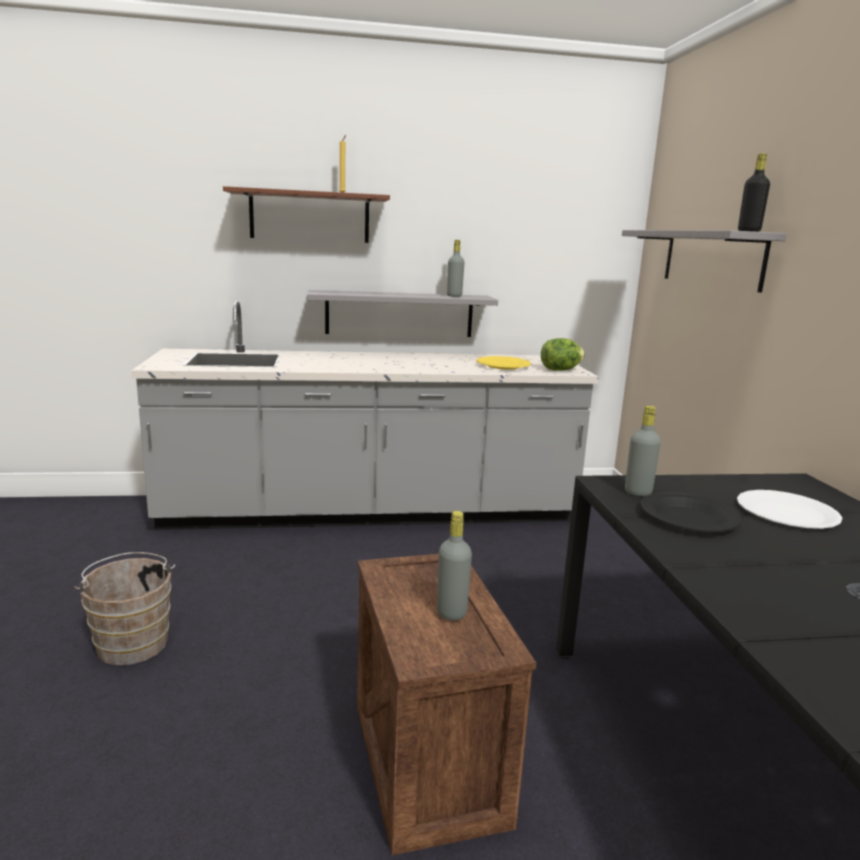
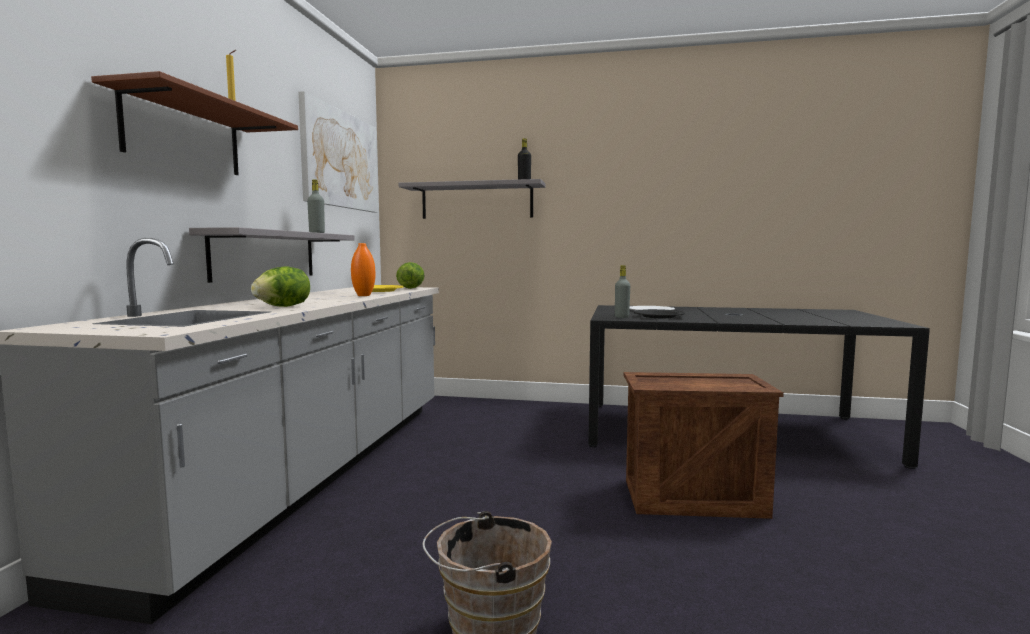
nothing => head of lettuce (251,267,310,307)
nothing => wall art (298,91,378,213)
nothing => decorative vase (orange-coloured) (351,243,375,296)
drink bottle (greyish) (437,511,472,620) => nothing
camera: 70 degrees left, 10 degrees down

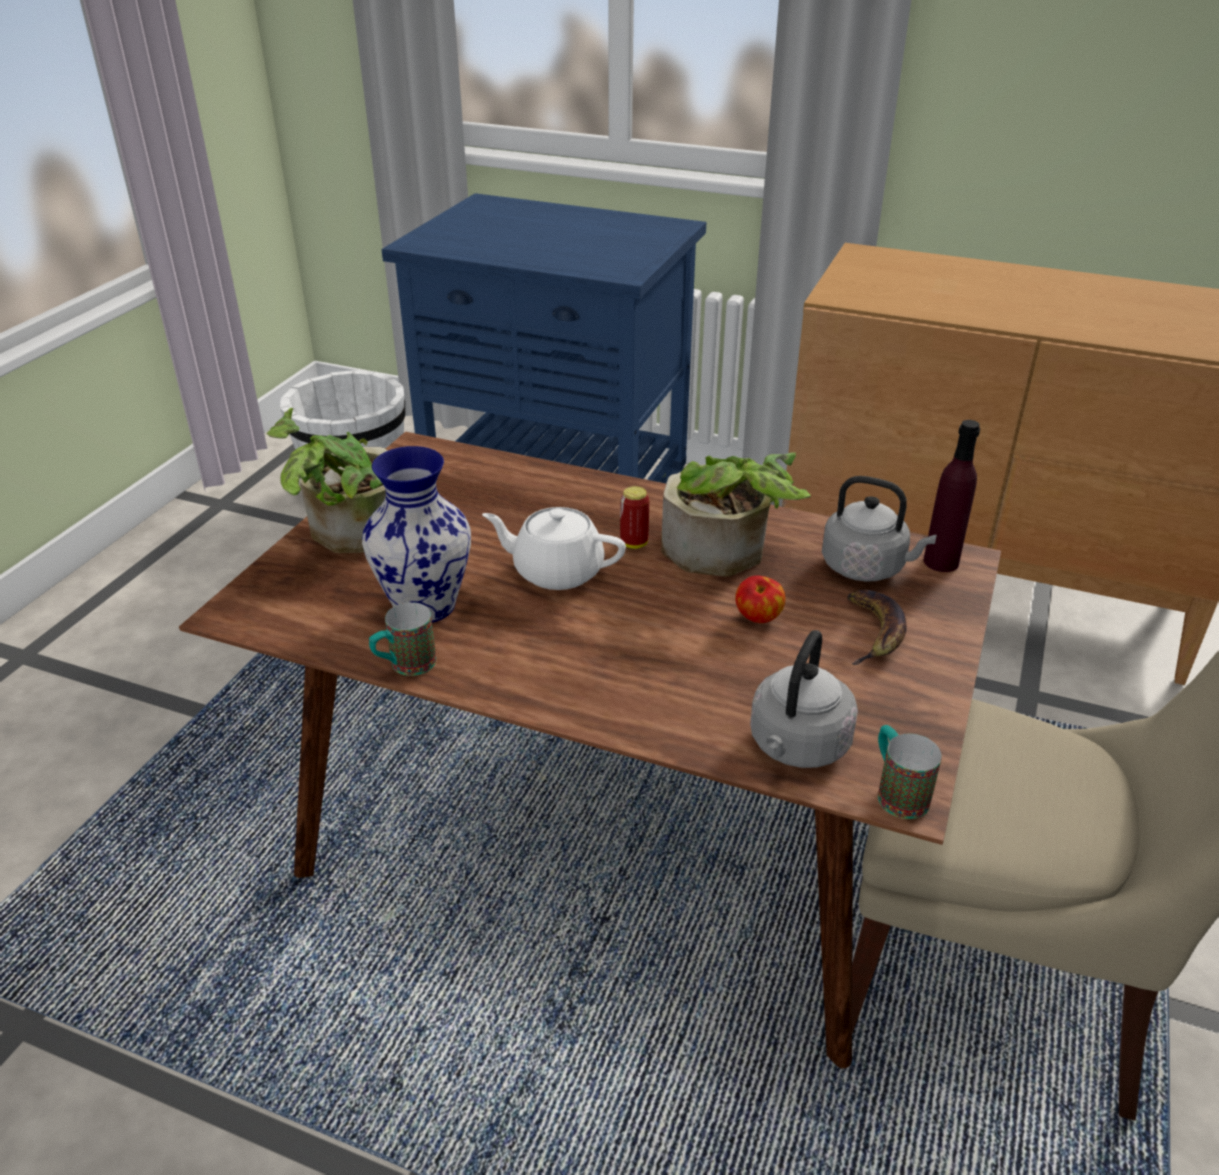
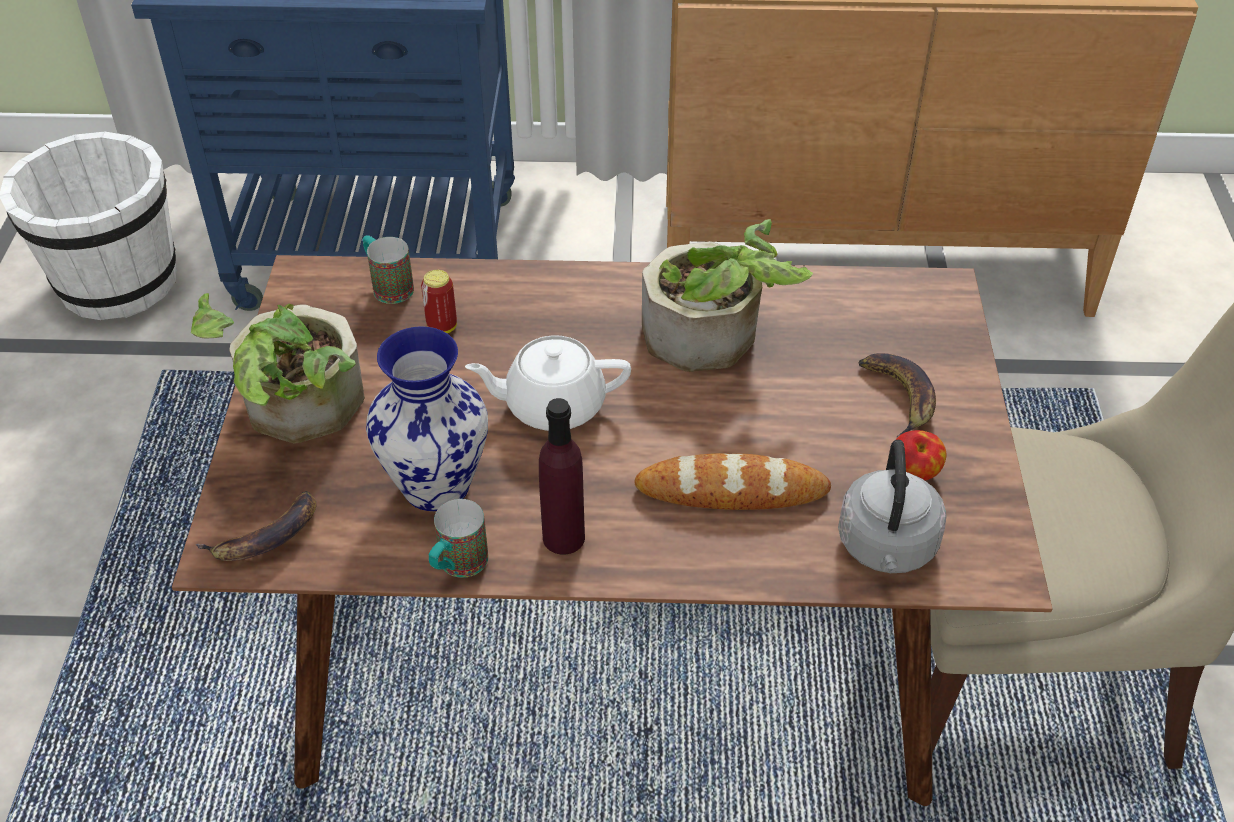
nothing => banana fruit (196,491,316,561)
mug (878,725,942,819) => mug (363,235,414,304), move
sealed can (620,486,649,549) => sealed can (421,270,457,333), move
drink bottle (purplish) (924,420,980,572) => drink bottle (purplish) (539,398,585,555), move
nothing => bakery bread (634,453,831,510)
apple (735,575,785,623) => apple (896,430,947,480), move
kettle (greyish) (822,476,937,582) => nothing
camera: 20 degrees left, 10 degrees up

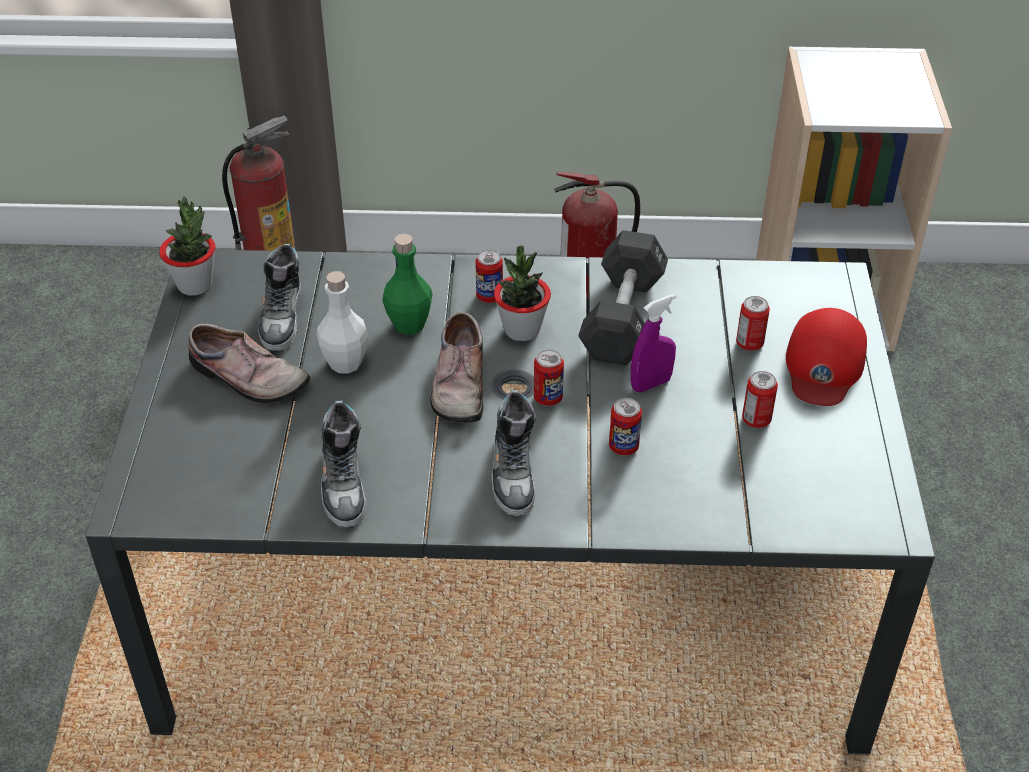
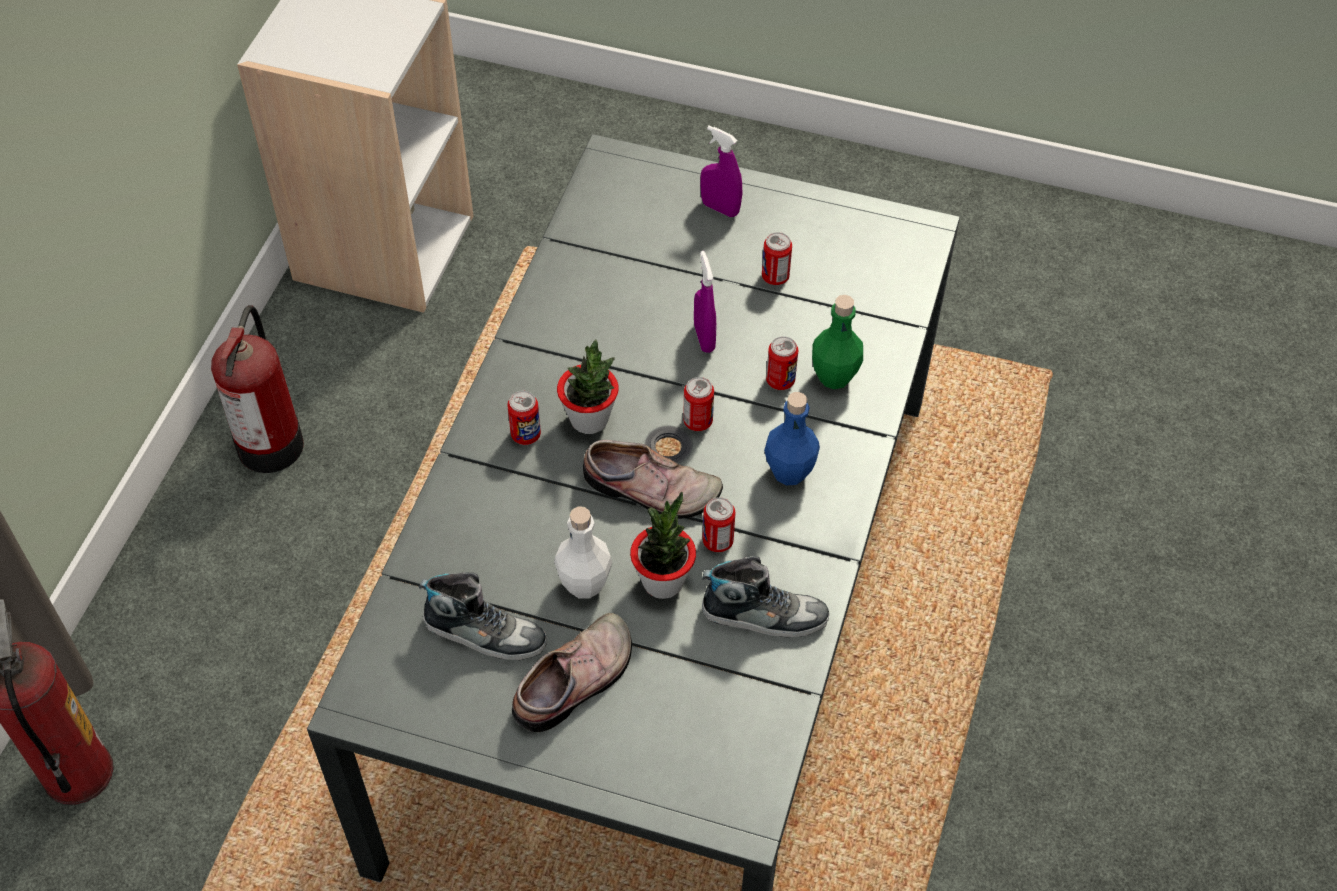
plant in a pot (159,196,215,296) => plant in a pot (630,492,696,599), move
peaked cap (red-coloured) (786,308,867,406) => spray bottle (purplish) (700,125,742,217)
sealed can (736,296,770,351) => sealed can (702,497,735,552), move
item of footwear (492,390,537,516) => drink bottle (blue) (764,392,820,485)
drink bottle (green) (382,234,432,335) => drink bottle (green) (812,295,863,389), move
hand weight (blackish) (578,230,668,366) => nothing
camera: 75 degrees left, 10 degrees up

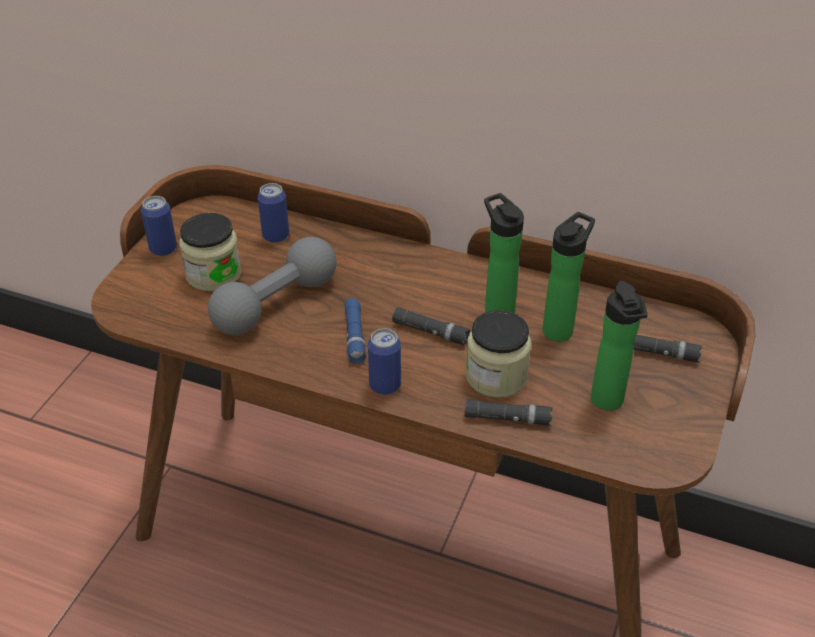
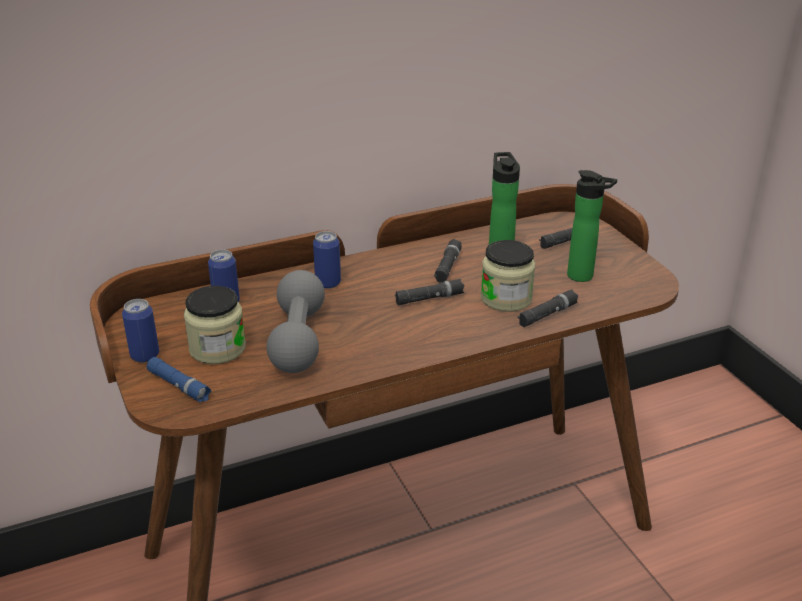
flashlight (blue) (345,298,366,364) => flashlight (blue) (147,357,211,403), move
sealed can (368,328,401,395) => sealed can (313,231,341,289), move
drink bottle (484,193,524,313) => flashlight (blackish) (434,239,462,283)
camera: 45 degrees left, 10 degrees down

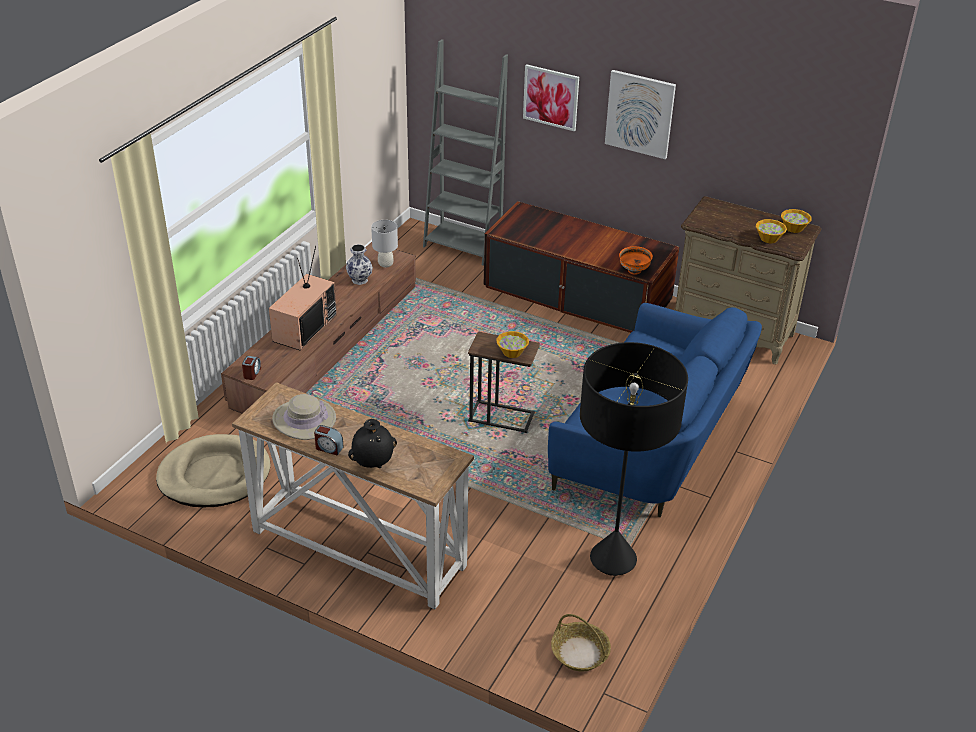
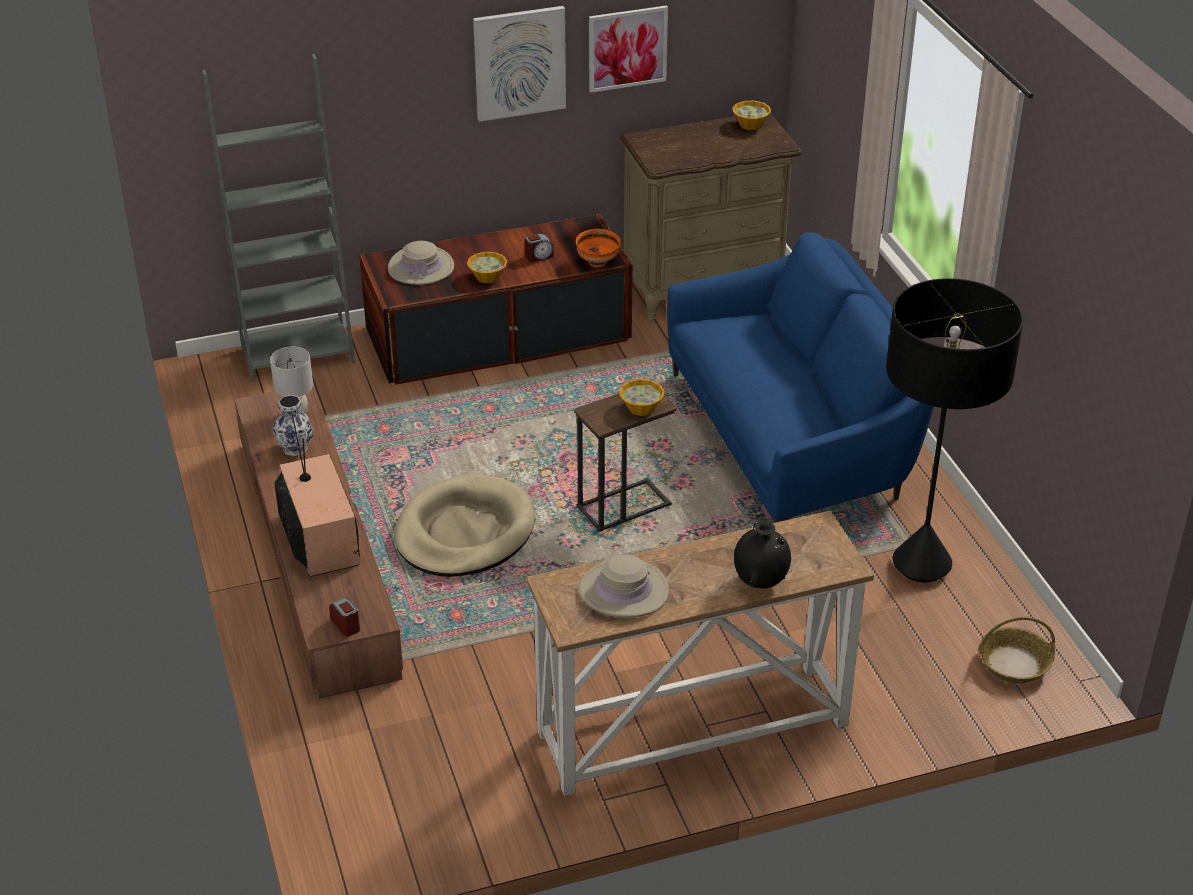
nothing => wearable hat (beige) (388,241,454,285)
pet bed (beige) (156,434,271,507) => pet bed (beige) (394,474,535,577), move
serving bowl (756,219,787,243) => serving bowl (467,252,507,283), move
table clock (314,425,344,456) => table clock (525,234,554,262), move
wall art (523,64,579,131) => wall art (589,5,668,93), move
camera: 45 degrees left, 0 degrees up

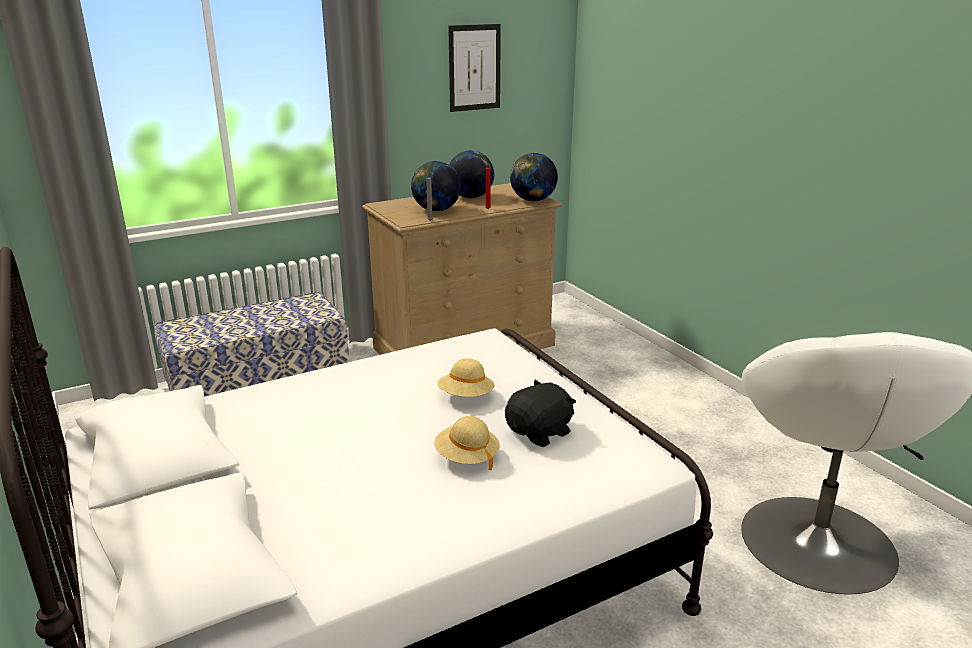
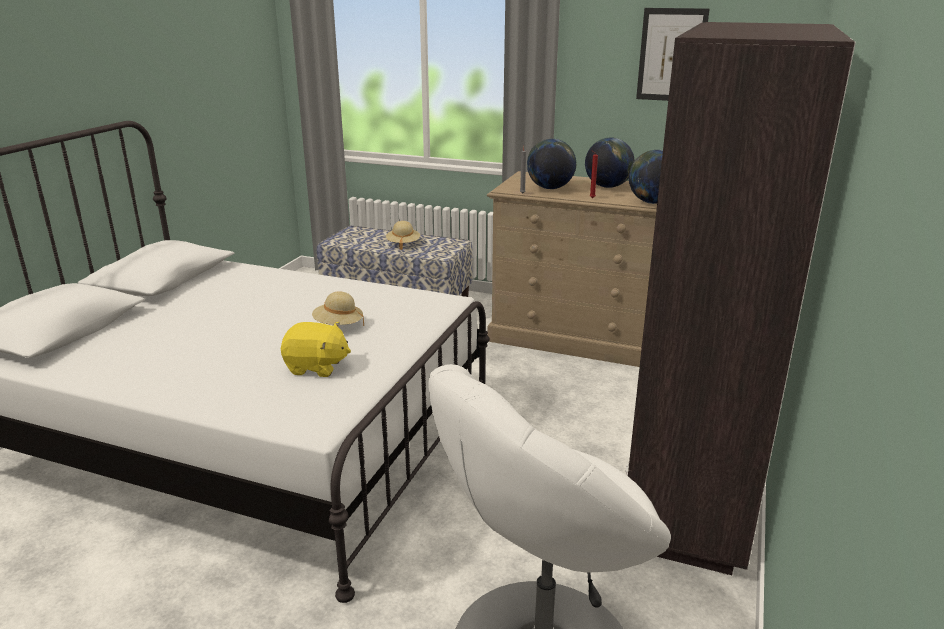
soft toy (blackish) (505,380,576,447) => soft toy (yellowish) (281,322,351,377)
wearable hat (beige) (434,416,500,470) => wearable hat (beige) (386,221,420,250), move
nothing => clothes cupboard (brownish) (626,22,856,575)
camera: 50 degrees right, 0 degrees up

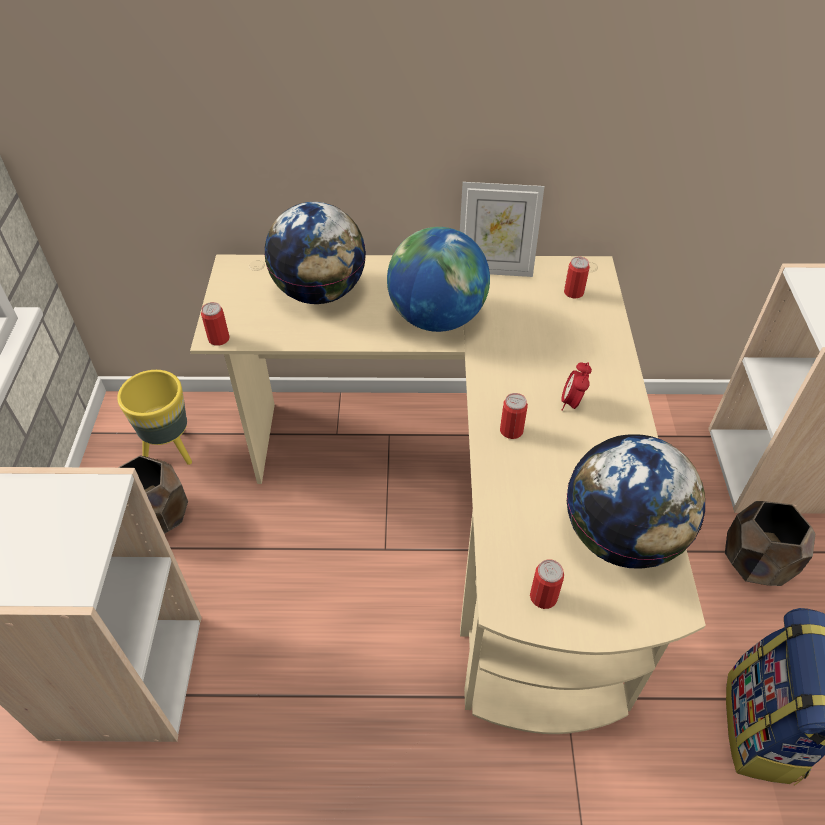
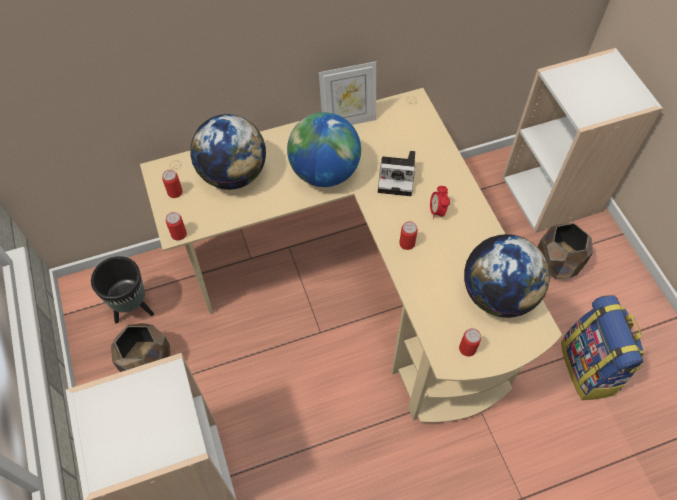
planter (yellowish) (117,370,192,465) => planter (blackish) (91,256,154,323)
sealed can (564,257,590,299) => sealed can (162,170,183,198), move
nothing => still camera (378,151,415,196)
camera: 20 degrees left, 10 degrees up

